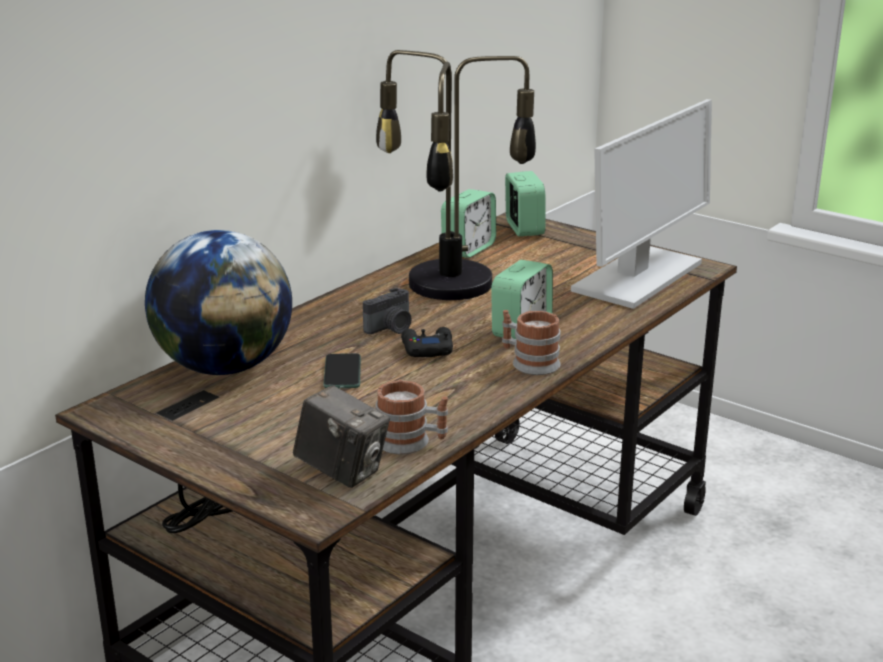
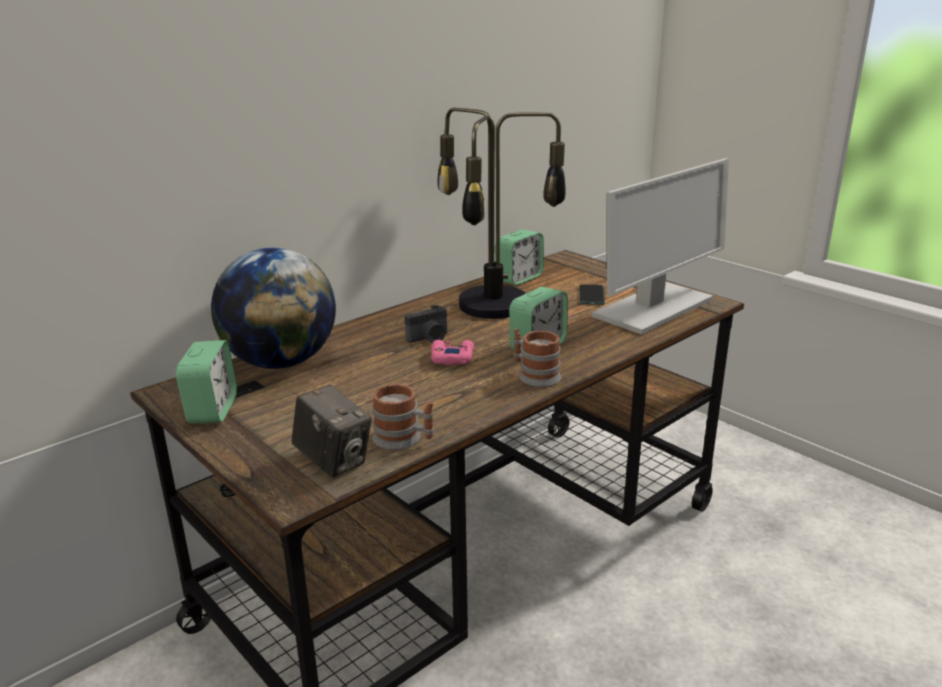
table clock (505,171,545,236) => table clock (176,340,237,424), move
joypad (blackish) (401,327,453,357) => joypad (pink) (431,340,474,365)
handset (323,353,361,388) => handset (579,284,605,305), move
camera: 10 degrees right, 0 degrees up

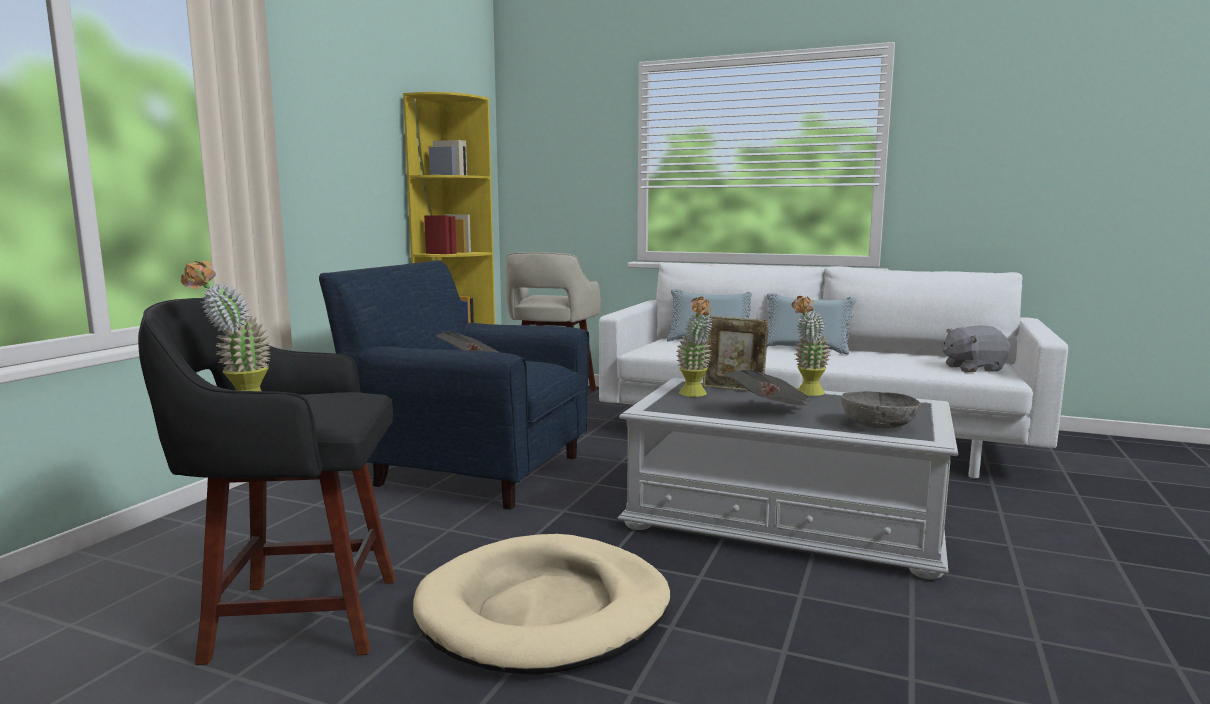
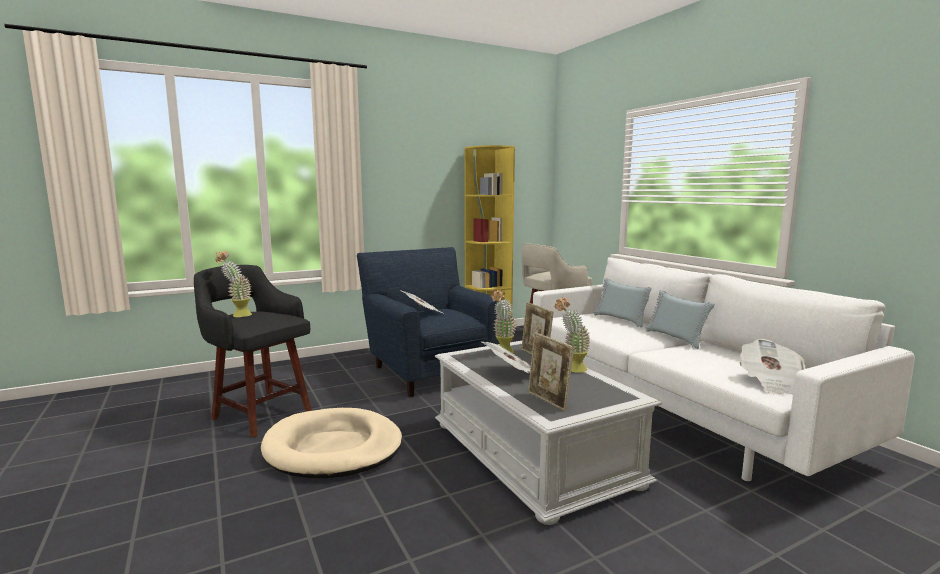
serving bowl (greyish) (841,391,920,429) => picture frame (528,332,574,411)
soft toy (greyish) (943,325,1010,372) => daily paper (739,339,806,395)
camera: 40 degrees right, 0 degrees up

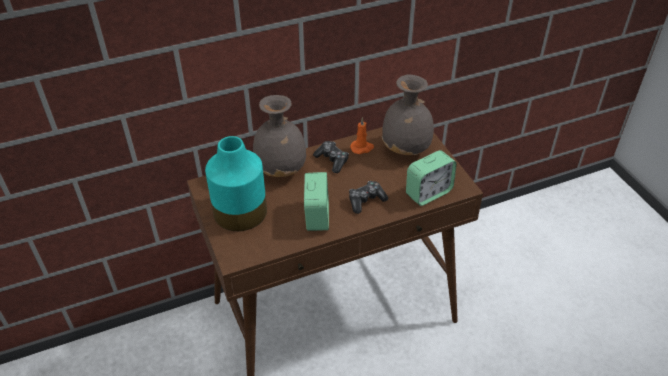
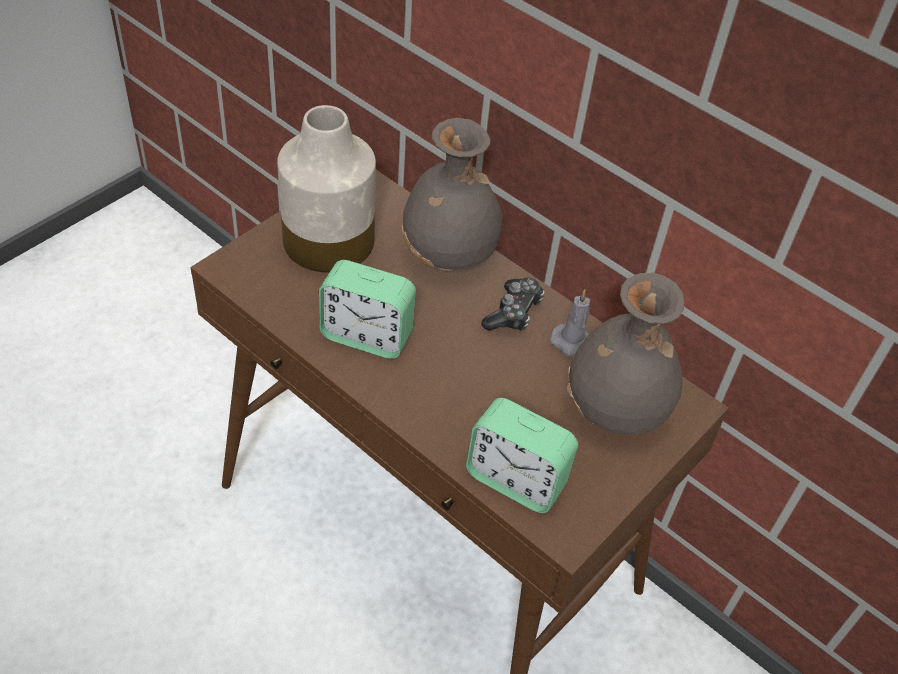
decorative vase (turquoise) (205,136,267,231) => decorative vase (beige) (277,105,376,273)
table clock (304,172,329,231) => table clock (319,260,416,359), 45 degrees clockwise
wax candle (orange-coloured) (350,117,374,154) => wax candle (greyish) (550,289,590,357)
joypad (349,181,388,214) => nothing
camera: 60 degrees right, 5 degrees up

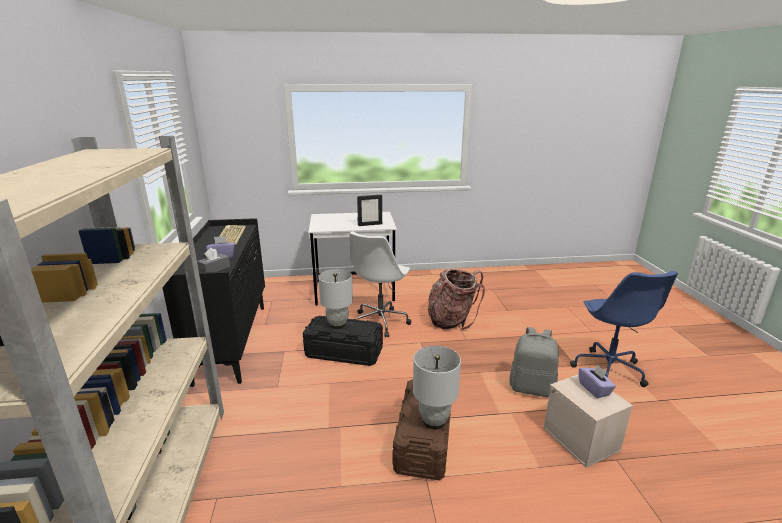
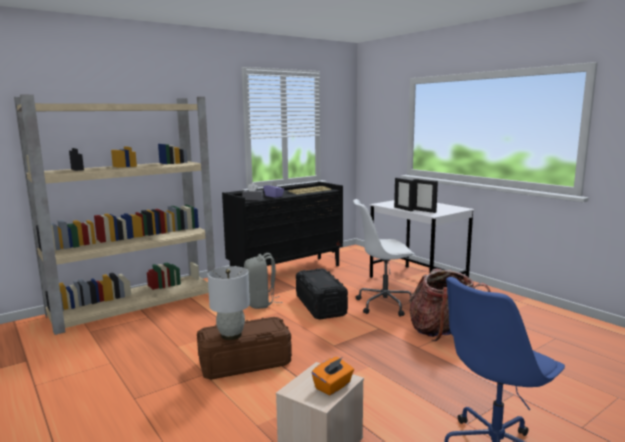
rucksack (greyish) (509,327,559,398) => rucksack (greyish) (244,253,282,309), move
tissue box (purplish) (579,364,616,398) => tissue box (orange-coloured) (312,357,354,395)
nothing => picture frame (394,178,415,211)
tabletop lamp (white) (318,269,353,329) => nothing
camera: 60 degrees right, 10 degrees down

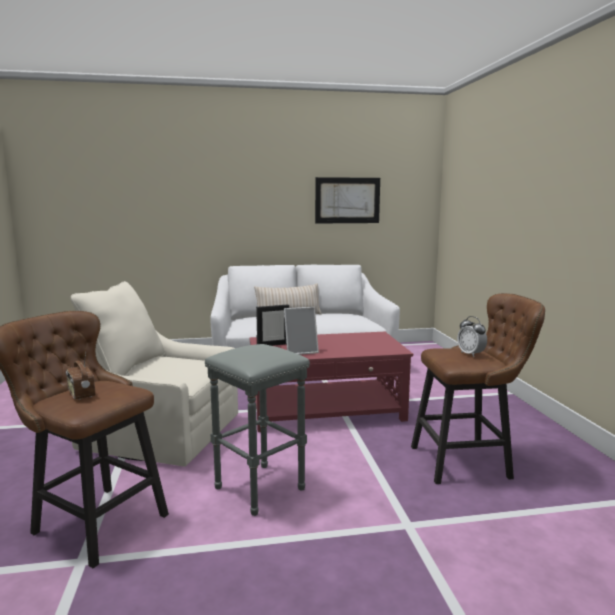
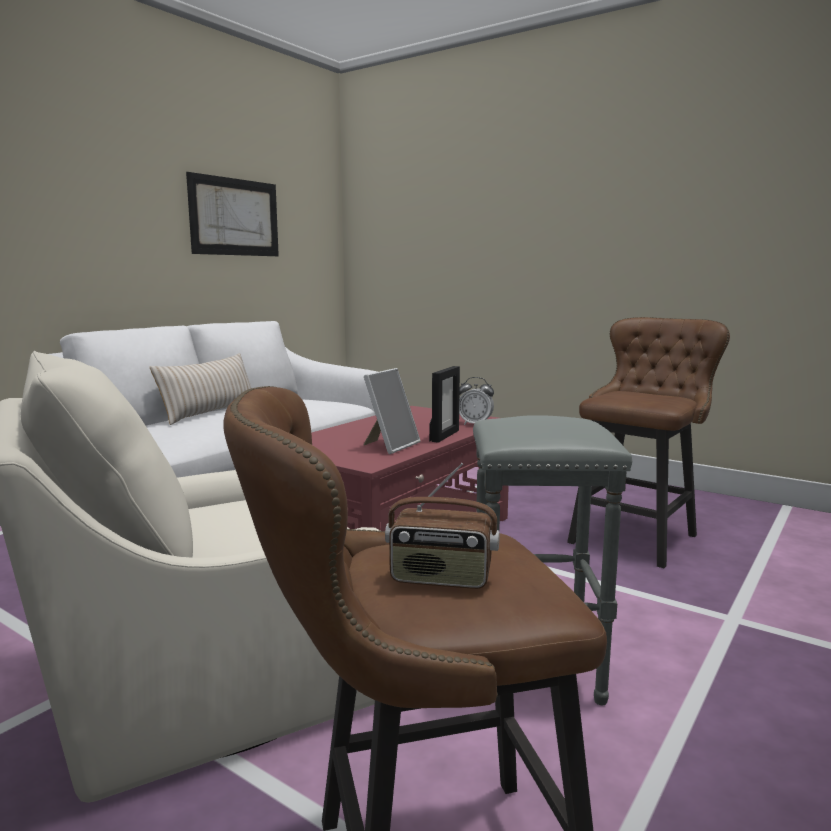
picture frame (256,304,289,346) => picture frame (429,366,460,443), move
table clock (457,316,487,357) => table clock (459,377,494,425), move
camera: 45 degrees left, 0 degrees up

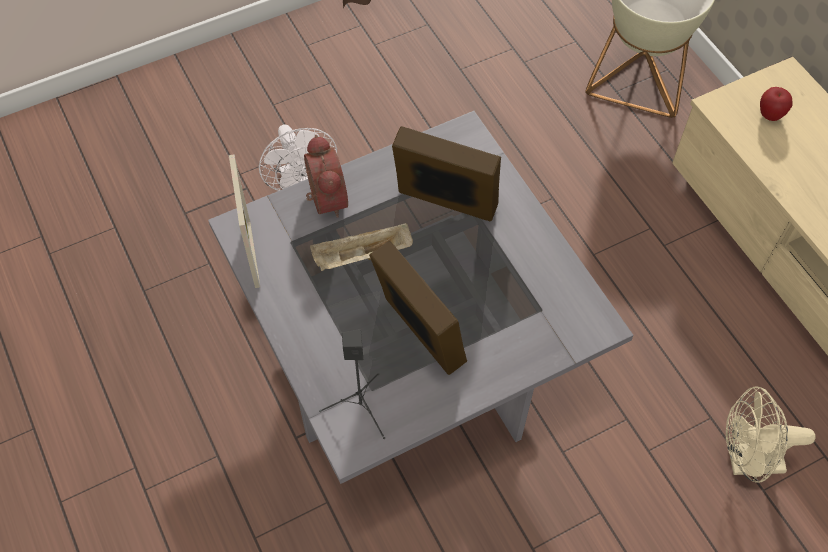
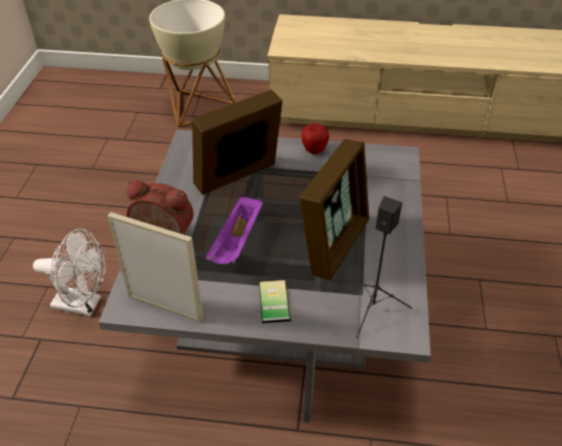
serving tray (beige) (310,223,413,271) => serving tray (purplish) (205,195,263,264)
nothing => handset (259,278,291,323)
picture frame (369,241,467,375) => picture frame (299,139,369,280), 120 degrees clockwise
apple (760,87,793,121) => apple (301,123,329,154), move
electric fan (beige) (726,386,816,483) => nothing
camera: 55 degrees left, 15 degrees down

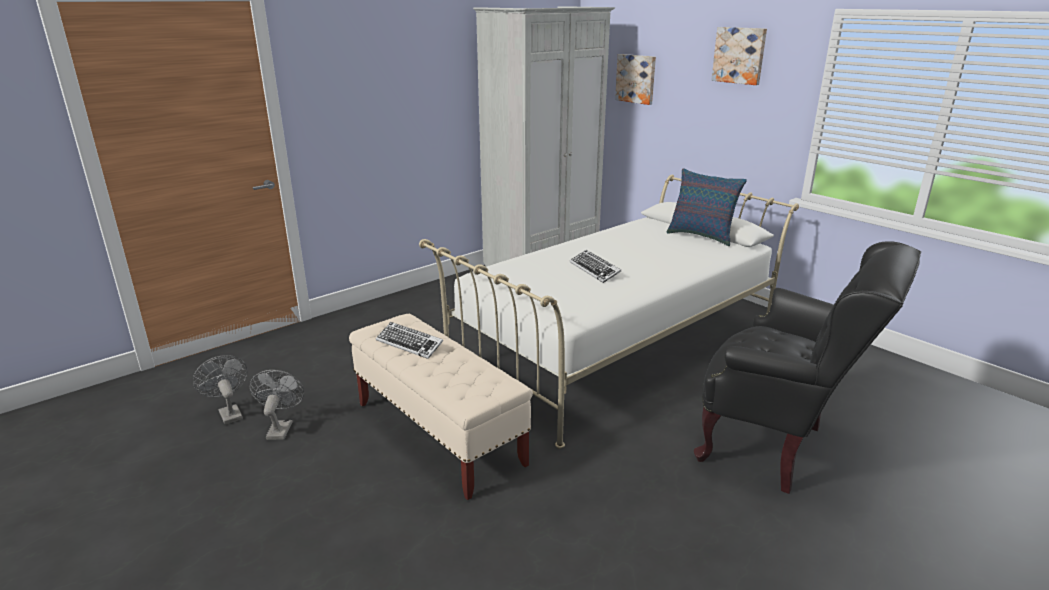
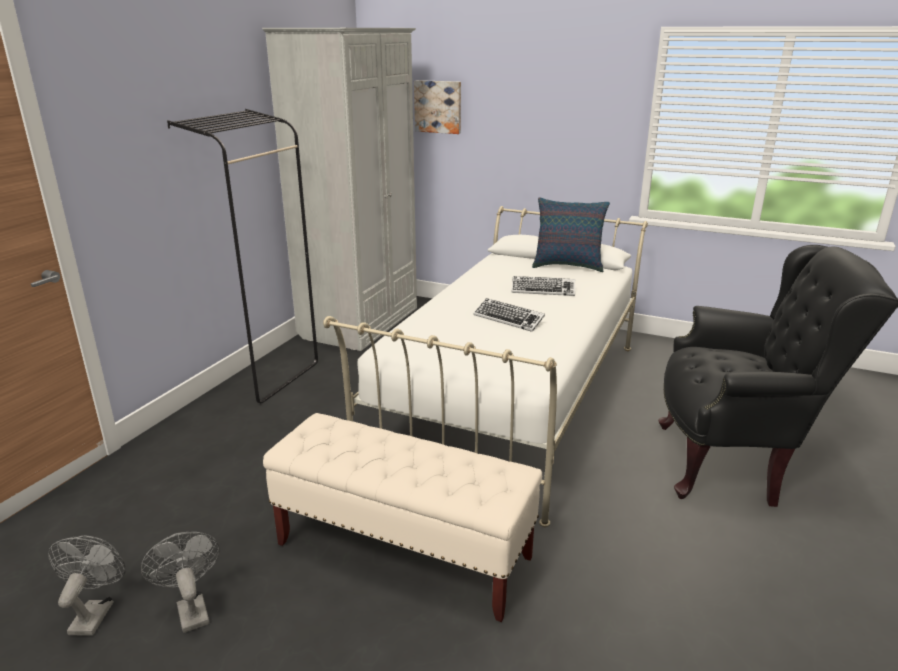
electric fan (greyish) (193,355,248,424) => electric fan (greyish) (48,535,126,636), 60 degrees clockwise
nothing => clothes rack (blackish) (167,109,318,403)
computer keyboard (376,322,443,359) => computer keyboard (511,276,575,296), move
wall art (711,27,767,85) => nothing
camera: 25 degrees left, 0 degrees up

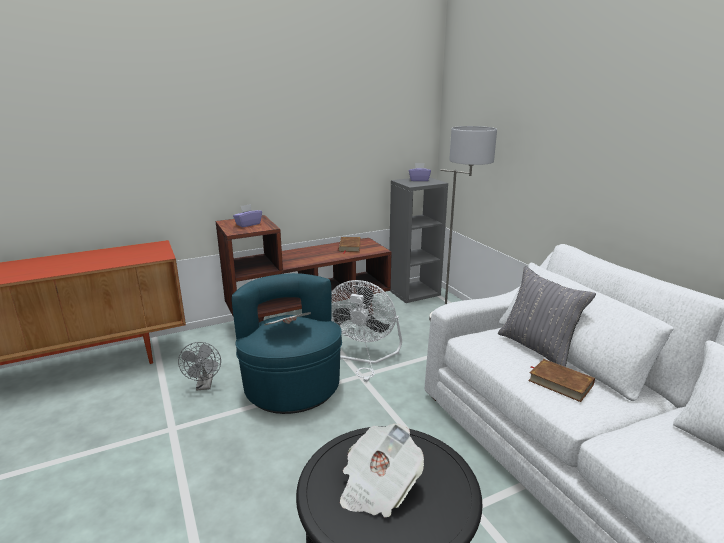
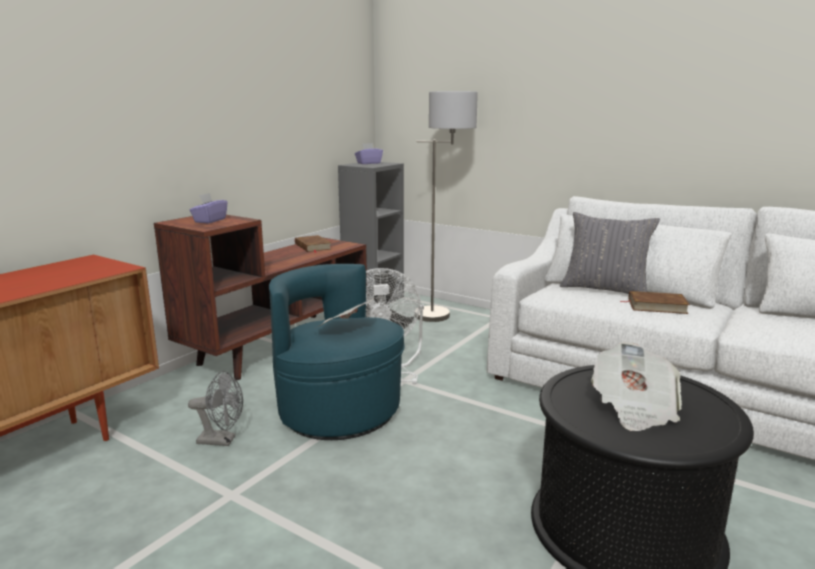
electric fan (greyish) (178,342,221,391) => electric fan (greyish) (188,371,243,446), 45 degrees counterclockwise
camera: 30 degrees left, 5 degrees down

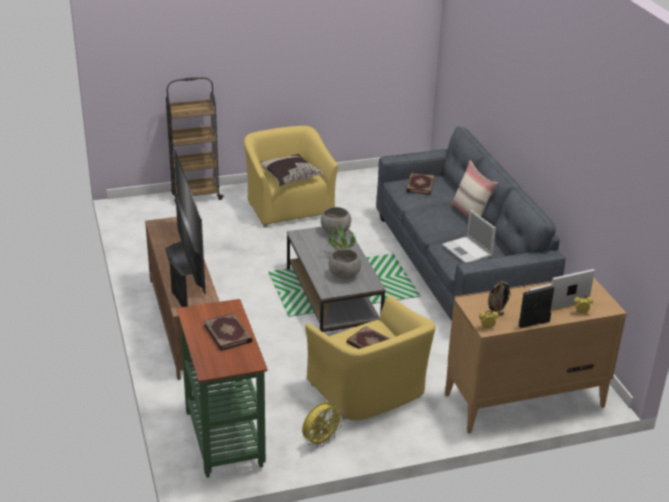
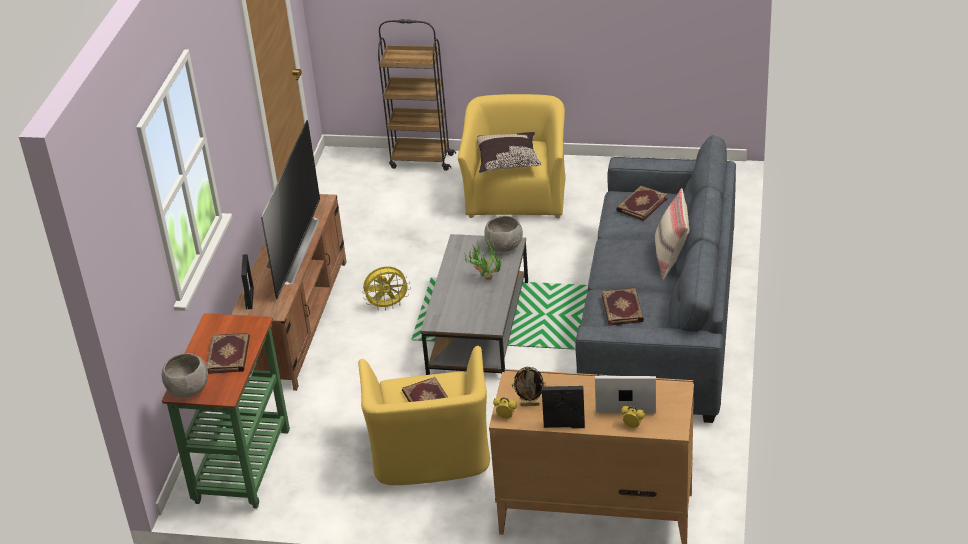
serving bowl (greyish) (328,249,361,279) => serving bowl (greyish) (162,353,208,398), move
electric fan (yellowish) (302,402,344,448) => electric fan (yellowish) (362,267,411,311), move
notebook computer (442,210,496,263) => book (602,287,644,326)
camera: 30 degrees right, 5 degrees up

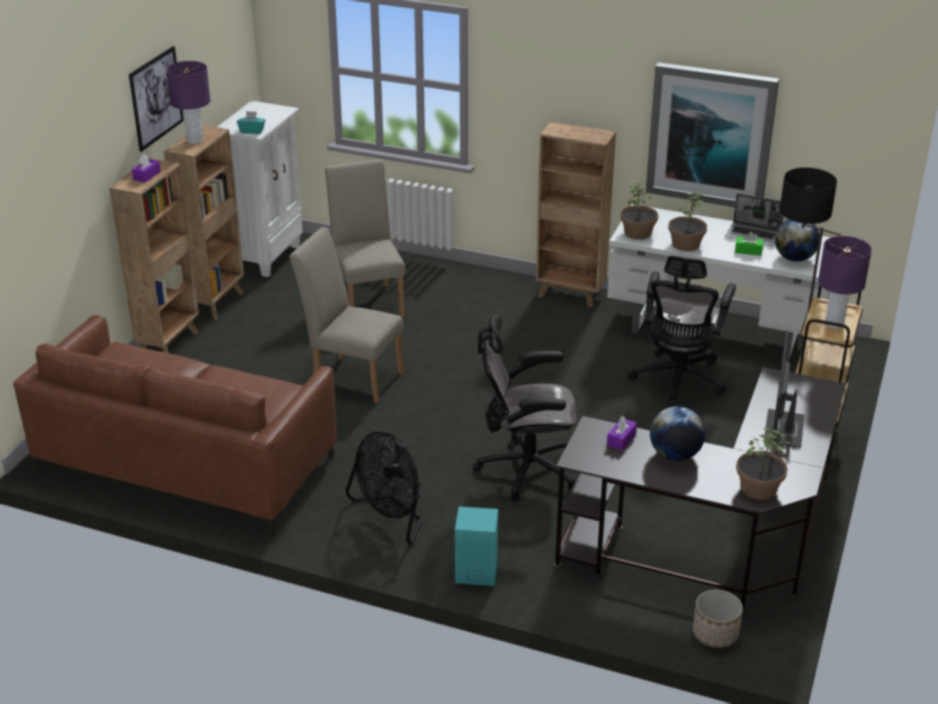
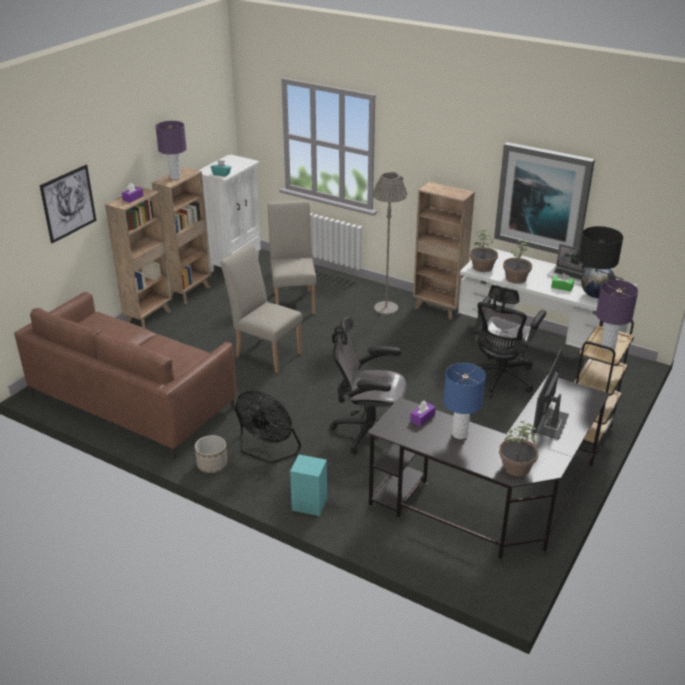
wall art (129,46,184,152) => wall art (39,164,96,243), move
planter (693,590,743,648) => planter (195,435,228,473), move
electric fan (blackish) (346,432,422,547) => electric fan (blackish) (233,391,301,481), 150 degrees clockwise
nothing => standing lamp (greyish) (373,172,407,315)
globe (650,406,705,461) => tabletop lamp (blue) (443,363,486,439)
camera: 10 degrees right, 0 degrees up

